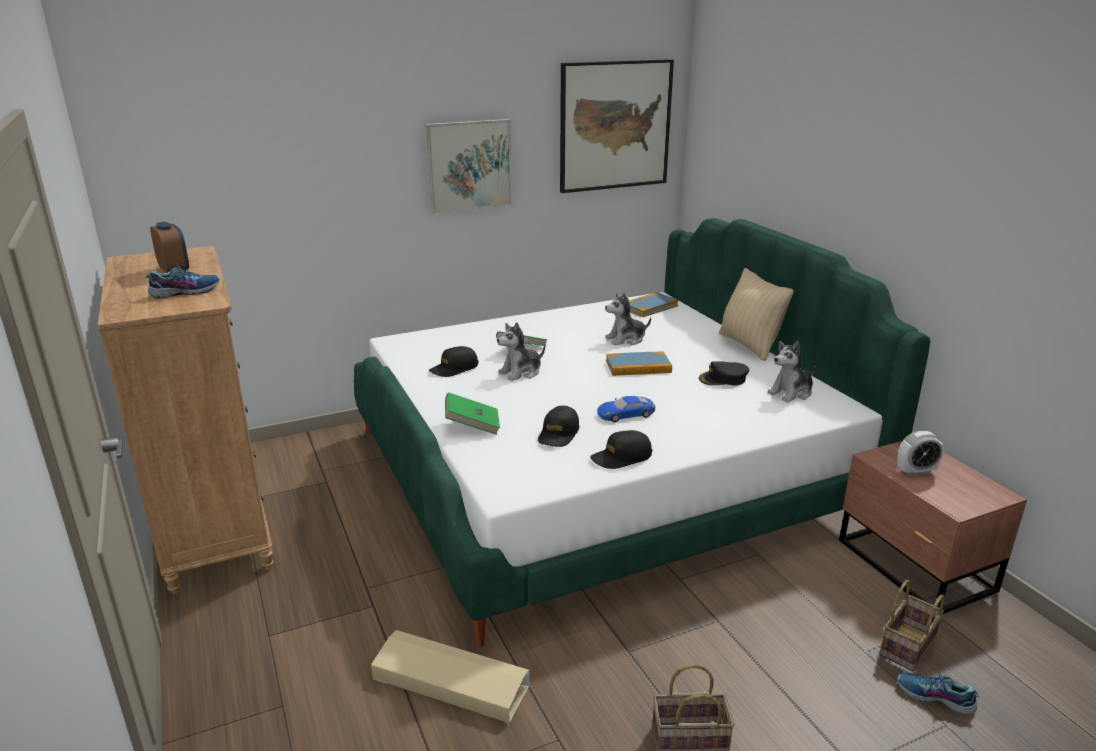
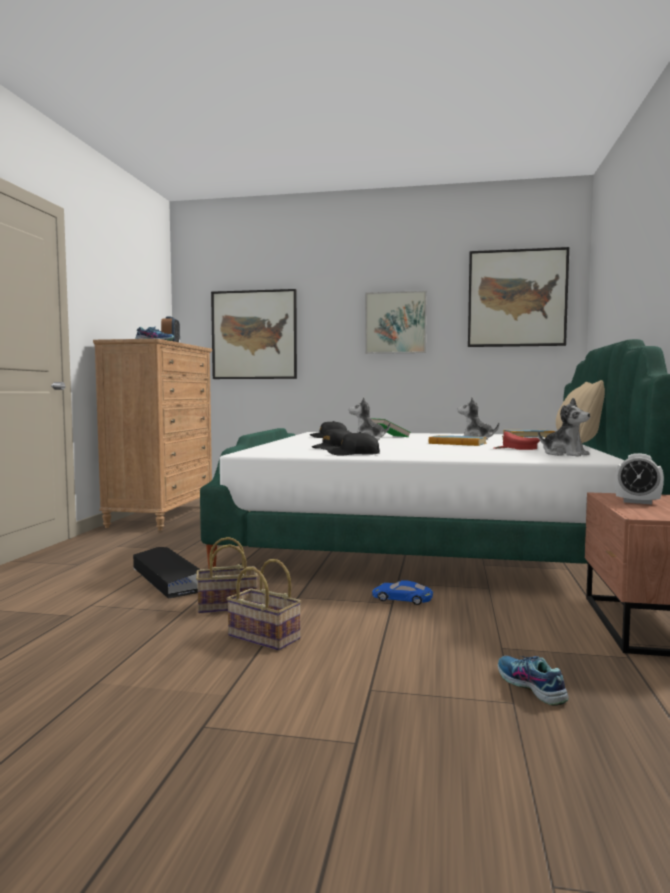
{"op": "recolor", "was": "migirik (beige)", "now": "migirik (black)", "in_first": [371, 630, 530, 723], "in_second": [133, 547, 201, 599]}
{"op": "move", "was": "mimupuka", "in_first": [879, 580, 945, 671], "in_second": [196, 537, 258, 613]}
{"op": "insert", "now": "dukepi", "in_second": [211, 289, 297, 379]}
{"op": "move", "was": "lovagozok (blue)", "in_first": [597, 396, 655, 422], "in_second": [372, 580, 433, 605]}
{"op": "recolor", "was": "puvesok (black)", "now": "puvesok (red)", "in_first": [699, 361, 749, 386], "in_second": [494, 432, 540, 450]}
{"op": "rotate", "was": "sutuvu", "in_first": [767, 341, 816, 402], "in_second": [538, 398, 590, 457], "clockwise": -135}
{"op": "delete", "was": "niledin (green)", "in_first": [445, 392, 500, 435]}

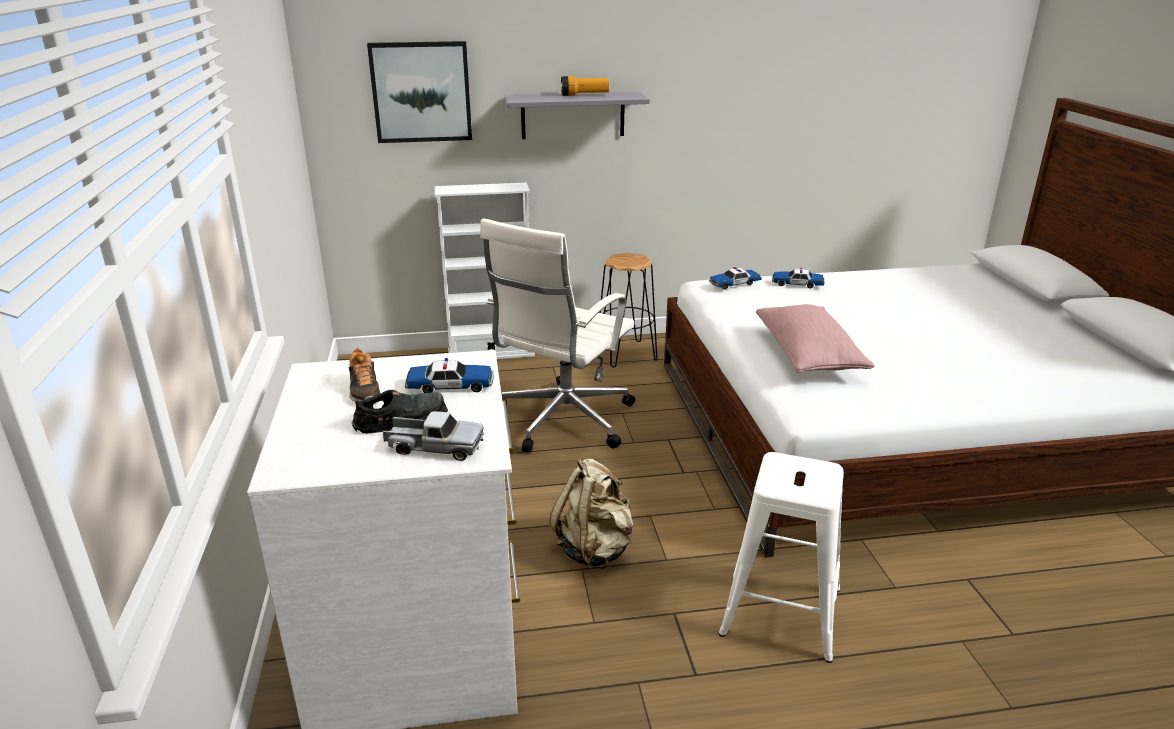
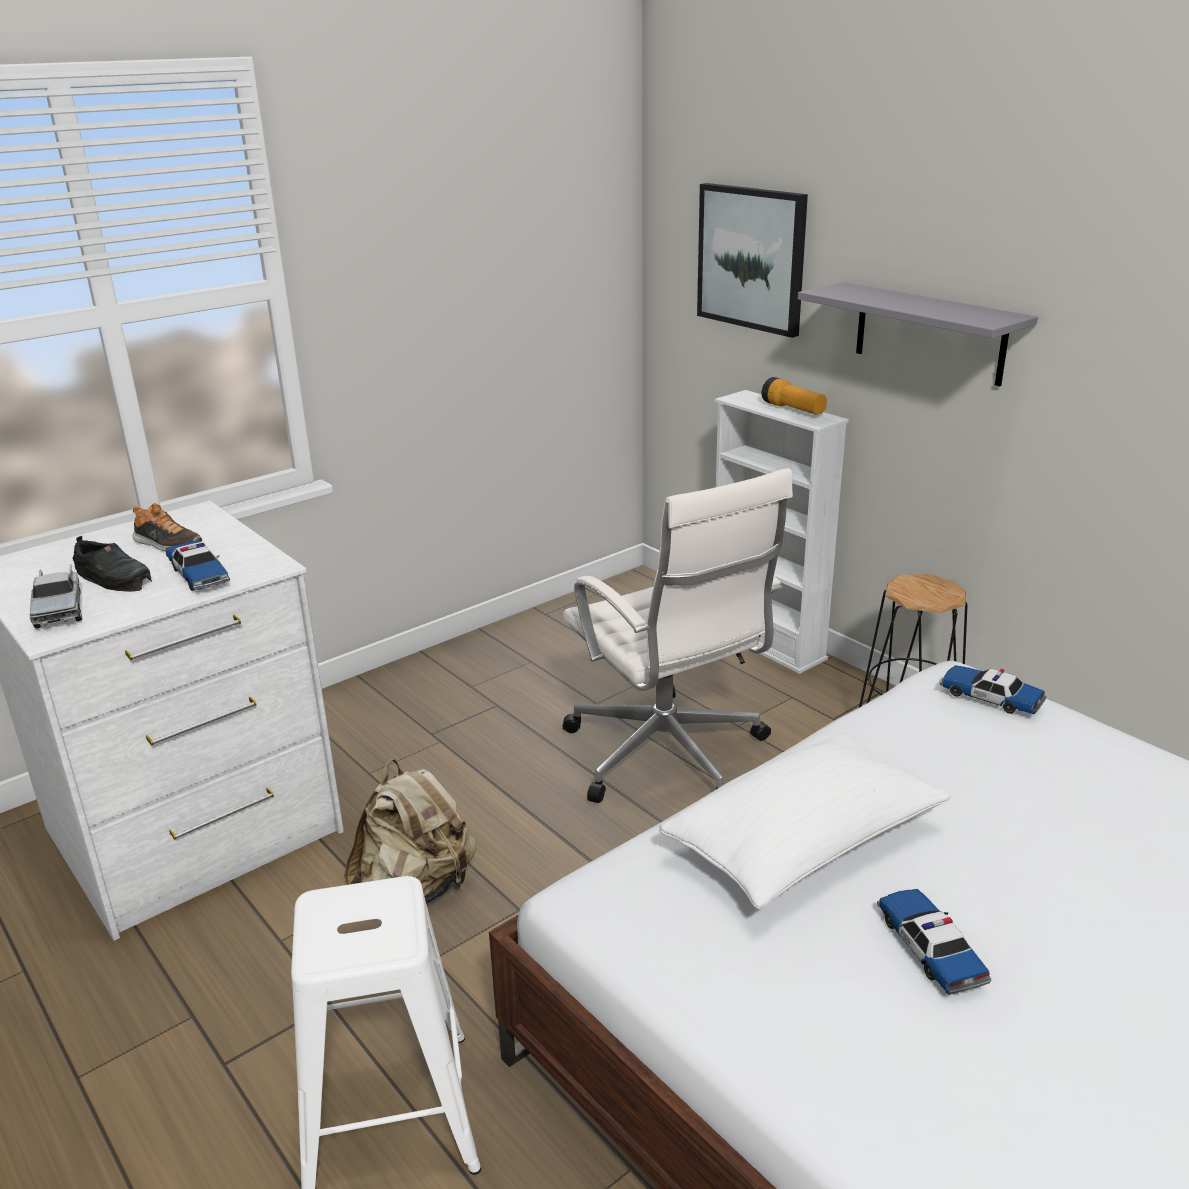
{"op": "rotate", "was": "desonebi", "in_first": [349, 348, 381, 402], "in_second": [132, 503, 202, 551], "clockwise": -105}
{"op": "rotate", "was": "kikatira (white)", "in_first": [480, 218, 635, 453], "in_second": [562, 468, 793, 803], "clockwise": -120}
{"op": "recolor", "was": "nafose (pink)", "now": "nafose (white)", "in_first": [756, 304, 875, 373], "in_second": [659, 733, 951, 909]}
{"op": "move", "was": "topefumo", "in_first": [561, 76, 609, 96], "in_second": [762, 377, 827, 414]}
{"op": "move", "was": "lovagozok", "in_first": [772, 268, 824, 288], "in_second": [877, 889, 991, 995]}

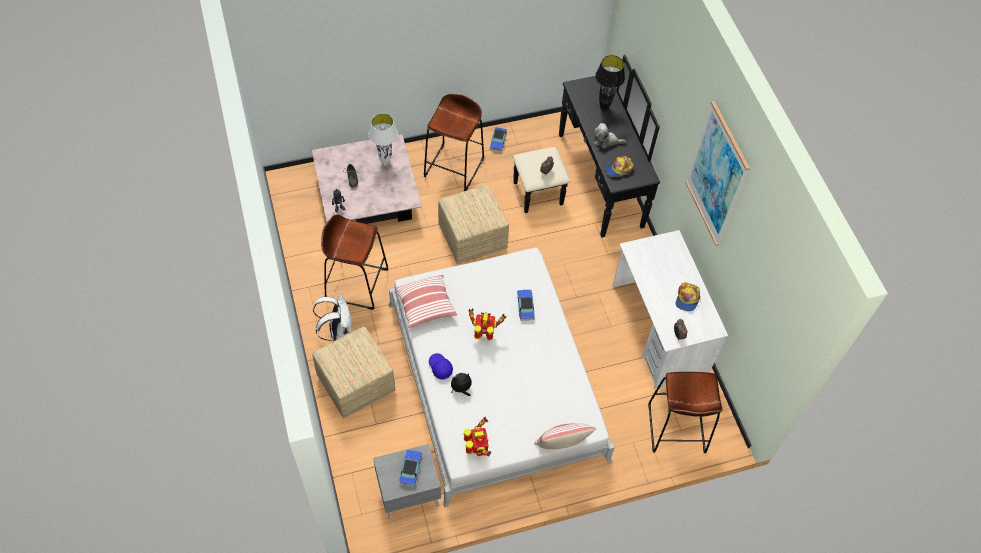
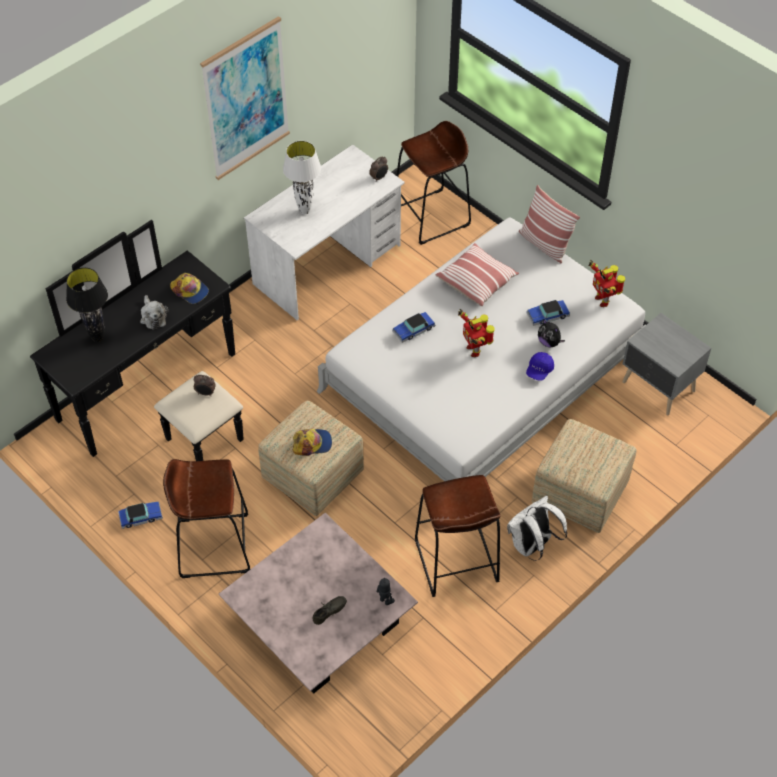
{"op": "move", "was": "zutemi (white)", "in_first": [369, 113, 398, 166], "in_second": [283, 141, 321, 214]}
{"op": "move", "was": "puvesok", "in_first": [675, 282, 700, 311], "in_second": [293, 429, 332, 456]}
{"op": "move", "was": "nafose", "in_first": [395, 275, 457, 328], "in_second": [436, 243, 519, 306]}
{"op": "move", "was": "lovagozok", "in_first": [399, 450, 422, 487], "in_second": [527, 300, 570, 326]}
{"op": "rotate", "was": "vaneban", "in_first": [464, 417, 492, 456], "in_second": [589, 259, 625, 307], "clockwise": -75}

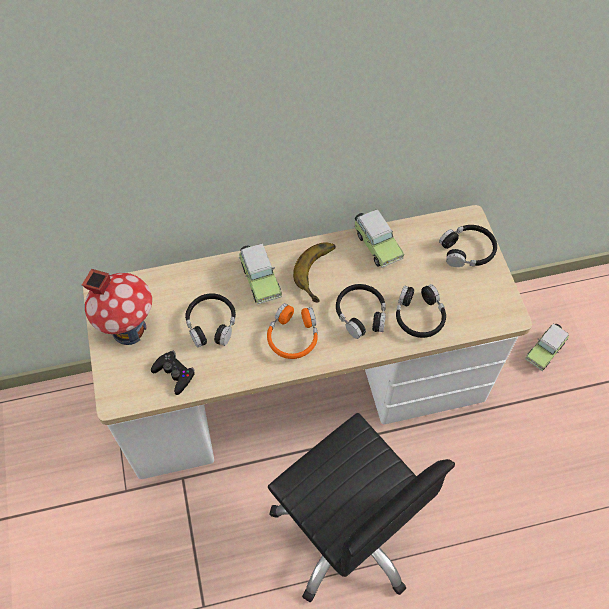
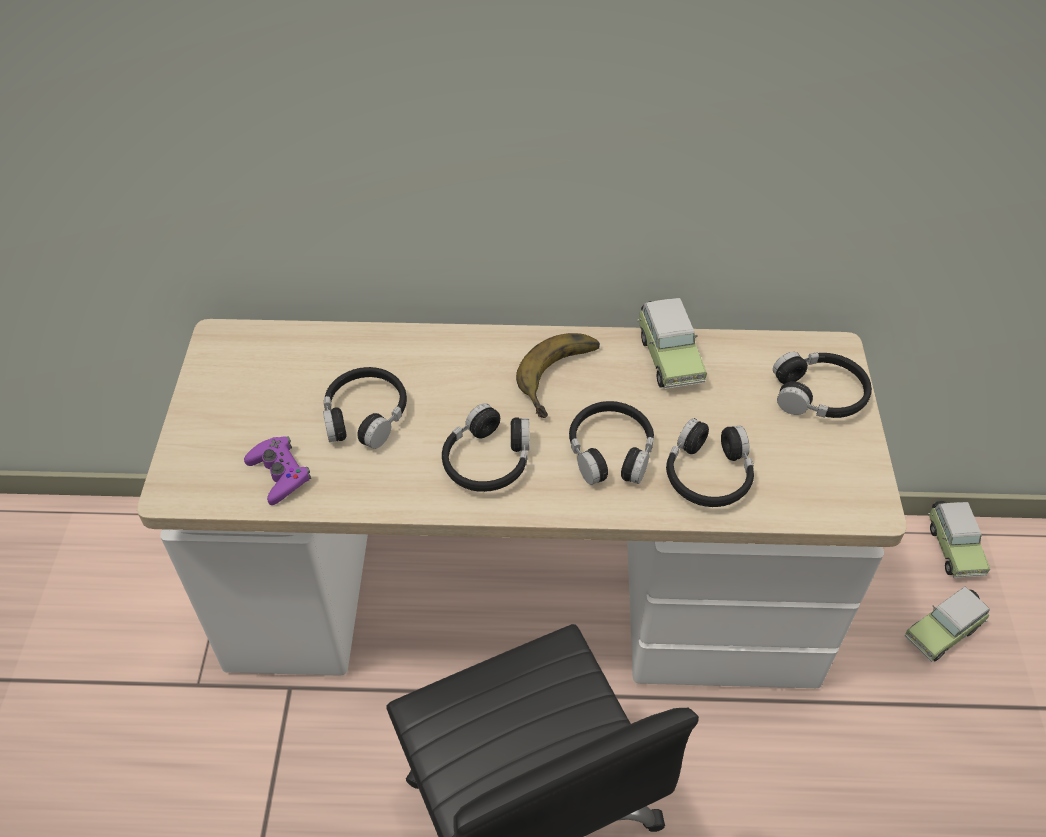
{"op": "recolor", "was": "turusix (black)", "now": "turusix (purple)", "in_first": [151, 351, 195, 395], "in_second": [244, 436, 311, 505]}
{"op": "recolor", "was": "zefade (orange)", "now": "zefade (black)", "in_first": [267, 303, 318, 359], "in_second": [442, 403, 529, 492]}
{"op": "move", "was": "lovagozok", "in_first": [239, 243, 282, 305], "in_second": [928, 501, 990, 578]}
{"op": "delete", "was": "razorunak", "in_first": [82, 269, 152, 345]}

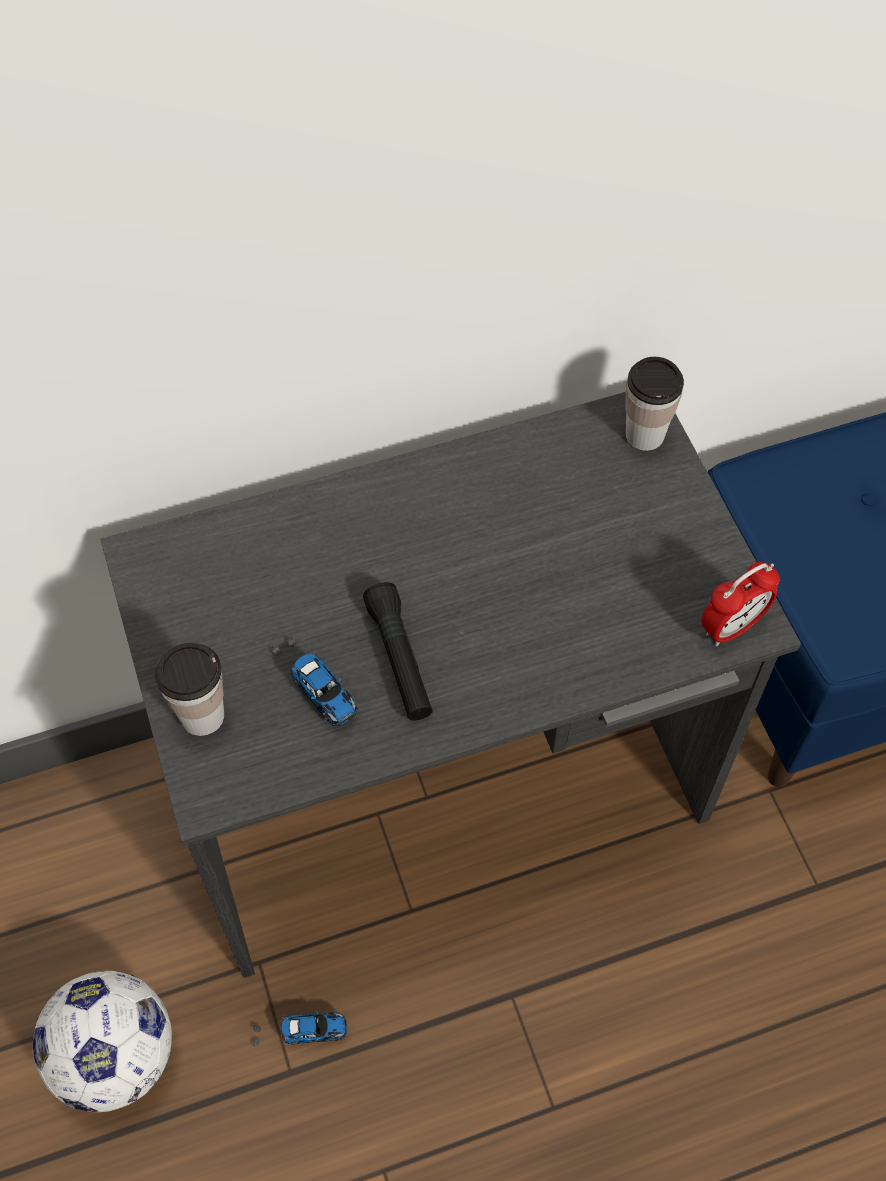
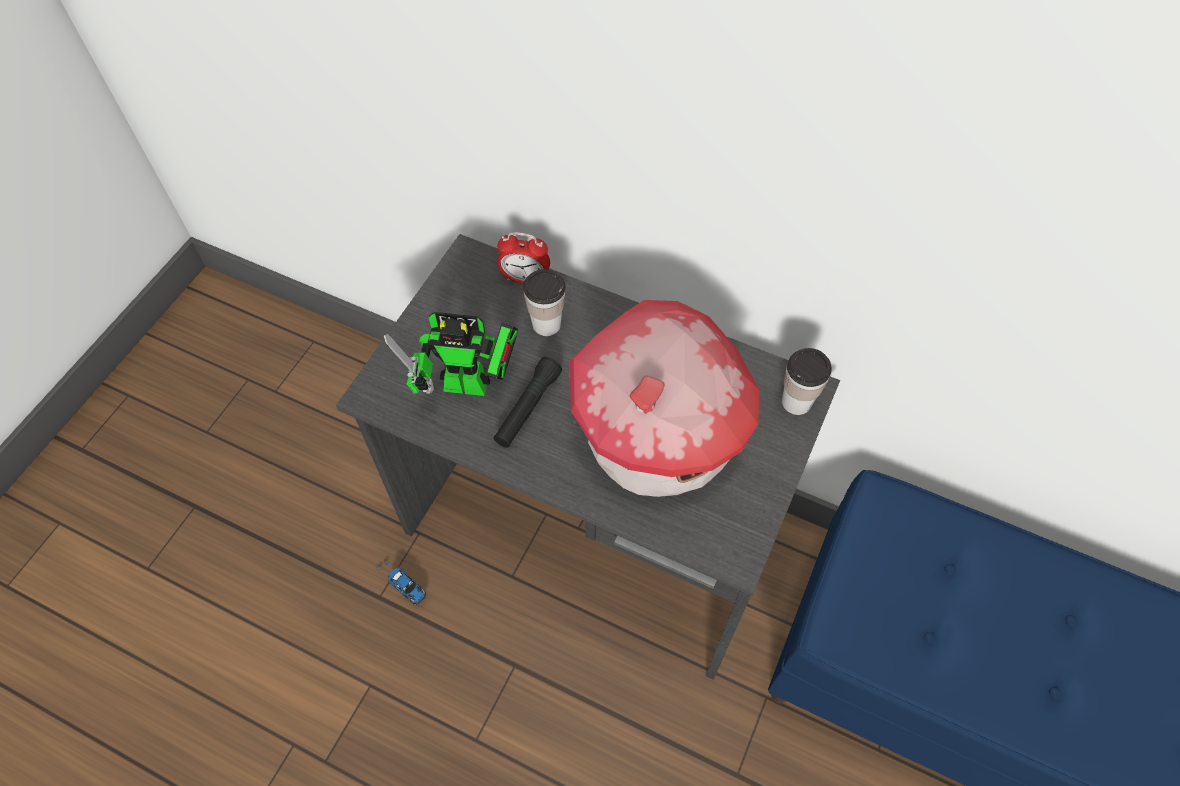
{"op": "replace", "was": "lovagozok", "now": "vaneban", "in_first": [272, 637, 358, 726], "in_second": [384, 312, 519, 396]}
{"op": "move", "was": "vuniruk", "in_first": [701, 562, 780, 646], "in_second": [497, 232, 550, 284]}
{"op": "move", "was": "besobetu", "in_first": [155, 643, 224, 736], "in_second": [523, 269, 566, 336]}
{"op": "insert", "now": "razorunak", "in_second": [569, 300, 760, 497]}
{"op": "delete", "was": "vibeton", "in_first": [33, 971, 172, 1112]}

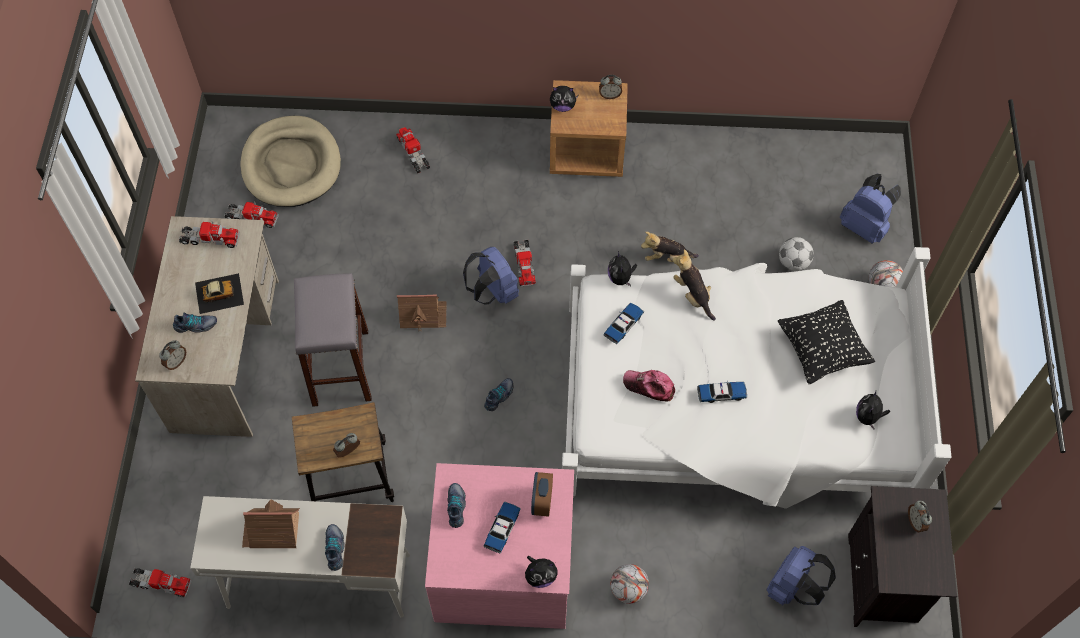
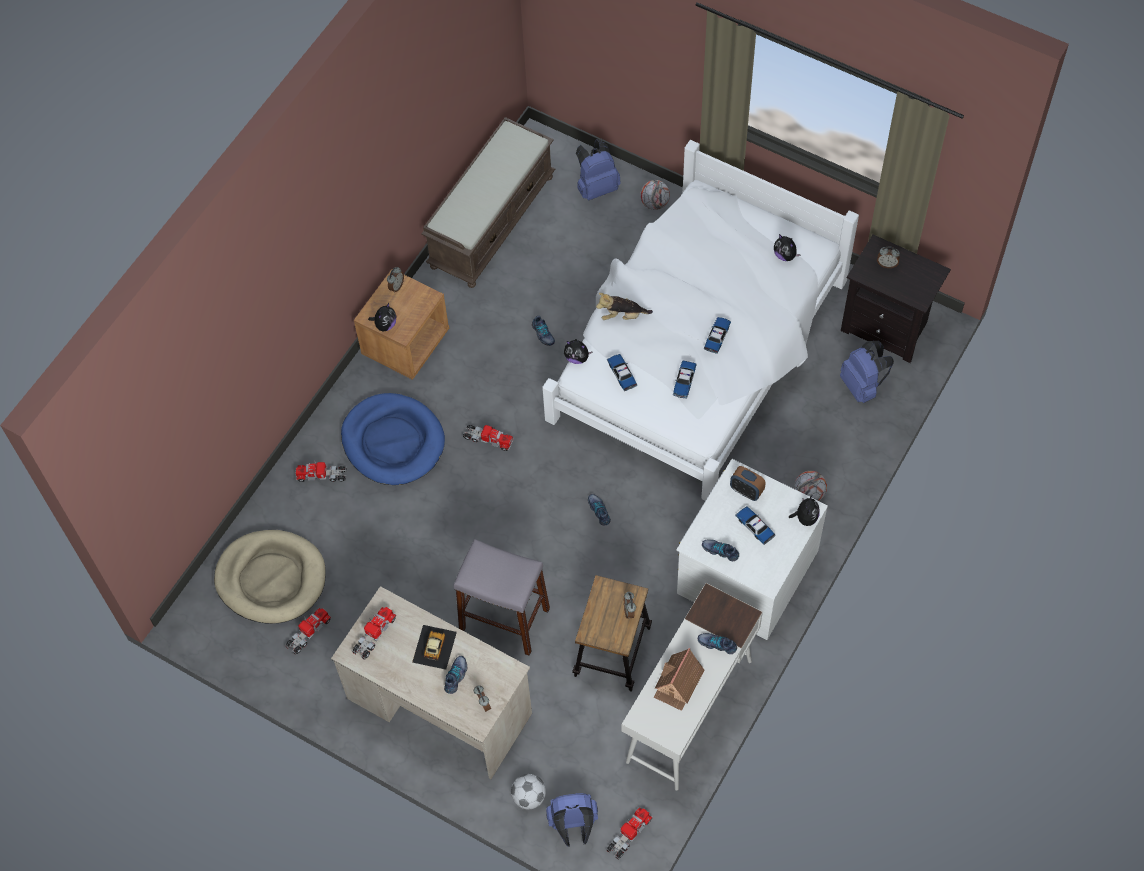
{"op": "insert", "now": "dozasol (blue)", "in_second": [341, 393, 445, 485]}
{"op": "insert", "now": "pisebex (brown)", "in_second": [421, 117, 555, 288]}
{"op": "move", "was": "vibeton", "in_first": [779, 237, 814, 271], "in_second": [511, 774, 546, 810]}
{"op": "replace", "was": "sutuvu", "now": "desonebi", "in_first": [641, 232, 699, 262], "in_second": [532, 316, 555, 346]}
{"op": "move", "was": "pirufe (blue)", "in_first": [463, 247, 519, 305], "in_second": [546, 793, 598, 847]}
{"op": "replace", "was": "puvesok", "now": "lovagozok", "in_first": [623, 370, 675, 401], "in_second": [673, 361, 697, 399]}
{"op": "recolor", "was": "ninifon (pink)", "now": "ninifon (white)", "in_first": [425, 463, 574, 629], "in_second": [676, 459, 828, 640]}
{"op": "delete", "was": "razorunak", "in_first": [397, 294, 447, 330]}
{"op": "delete", "was": "nafose (black)", "in_first": [778, 300, 875, 384]}

